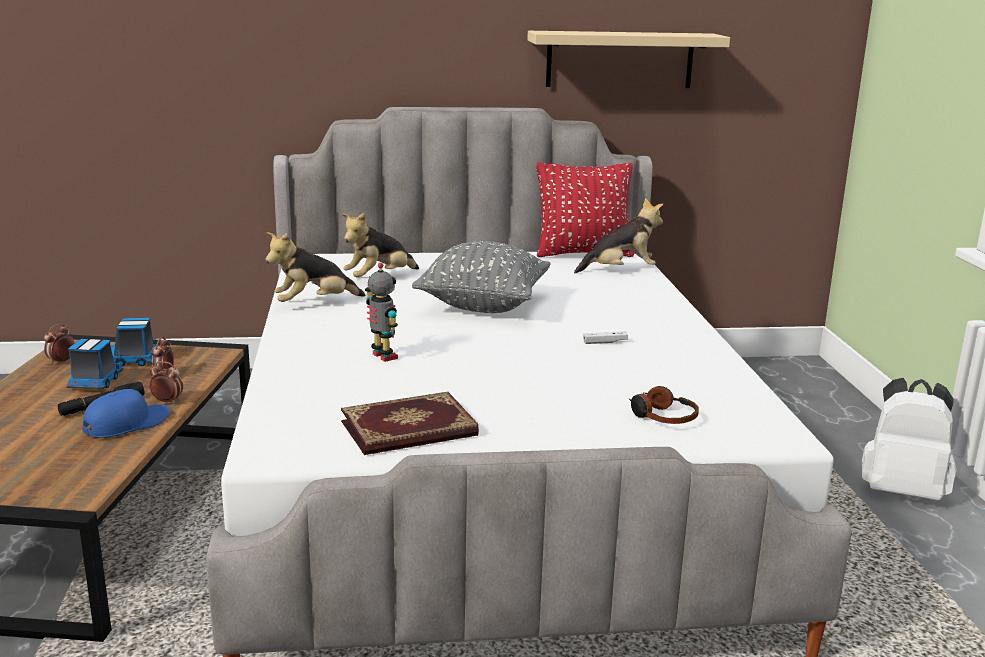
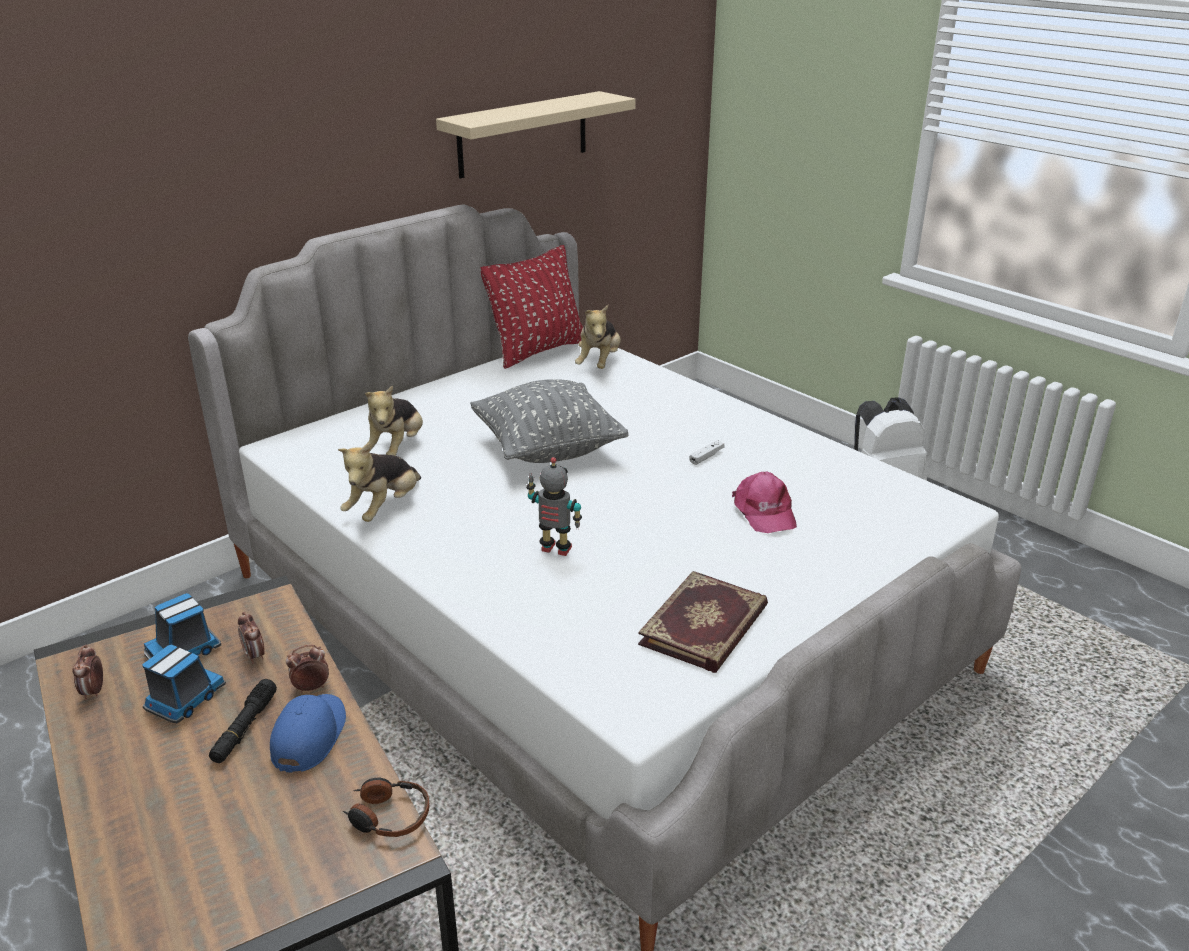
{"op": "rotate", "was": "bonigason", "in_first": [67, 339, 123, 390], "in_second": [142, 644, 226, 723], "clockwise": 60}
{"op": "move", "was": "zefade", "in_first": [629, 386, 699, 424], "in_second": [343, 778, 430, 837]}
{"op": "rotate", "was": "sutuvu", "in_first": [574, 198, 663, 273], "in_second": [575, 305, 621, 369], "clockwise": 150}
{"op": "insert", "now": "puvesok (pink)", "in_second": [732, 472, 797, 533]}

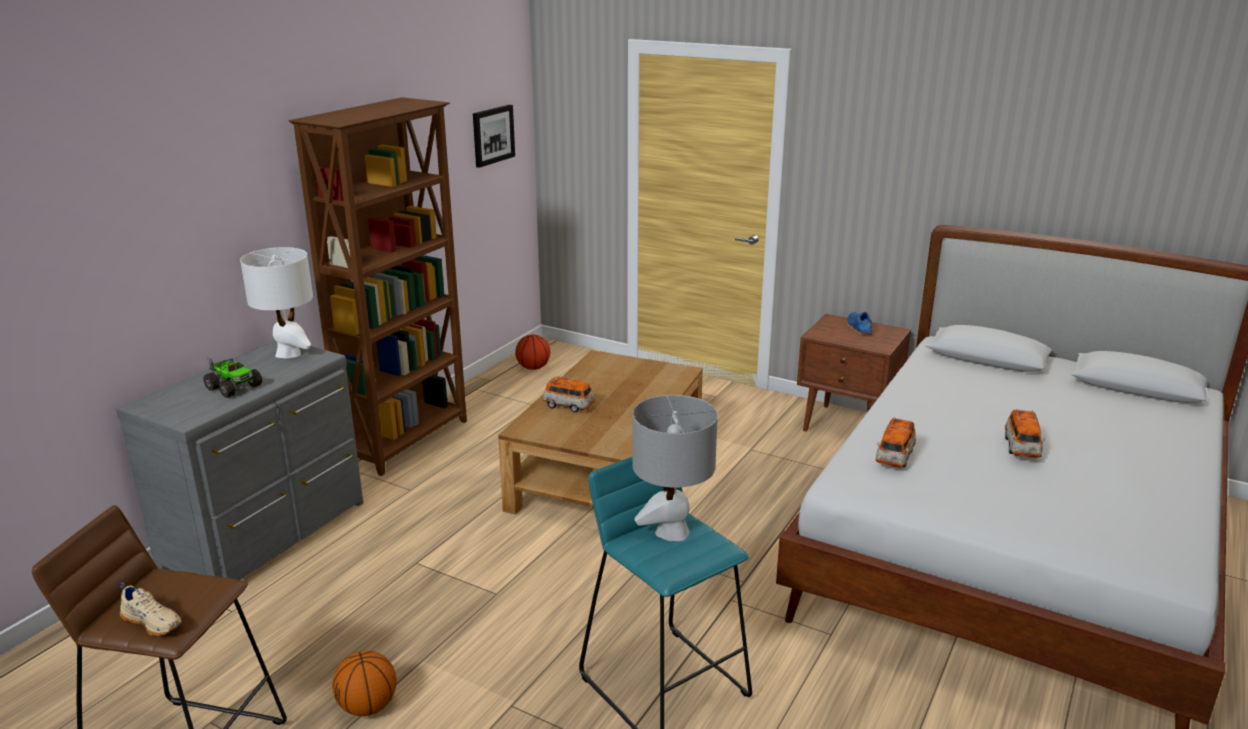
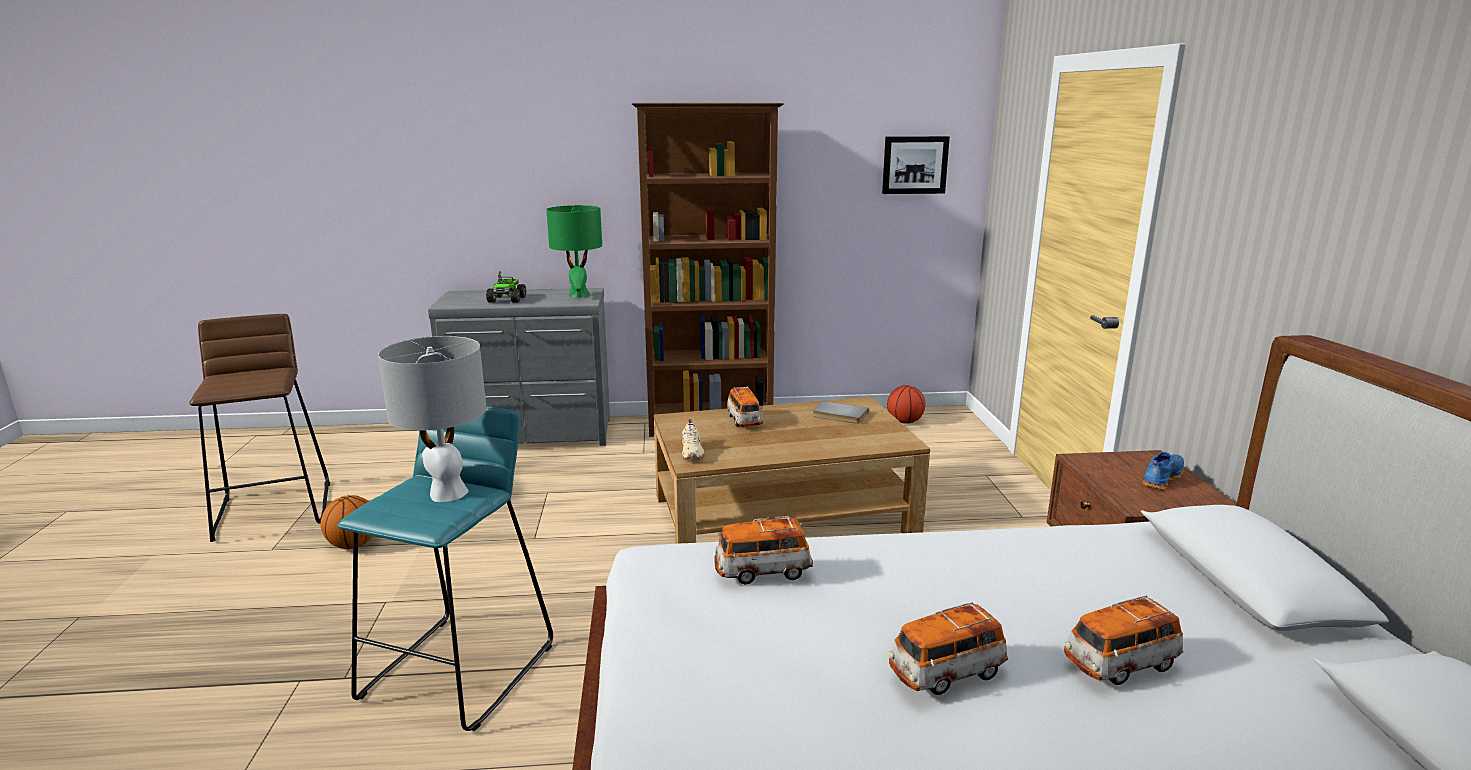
{"op": "recolor", "was": "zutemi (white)", "now": "zutemi (green)", "in_first": [240, 247, 313, 358], "in_second": [546, 205, 602, 298]}
{"op": "move", "was": "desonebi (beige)", "in_first": [119, 582, 182, 636], "in_second": [682, 419, 704, 459]}
{"op": "insert", "now": "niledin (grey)", "in_second": [813, 401, 869, 424]}
{"op": "insert", "now": "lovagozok", "in_second": [1064, 595, 1183, 685]}

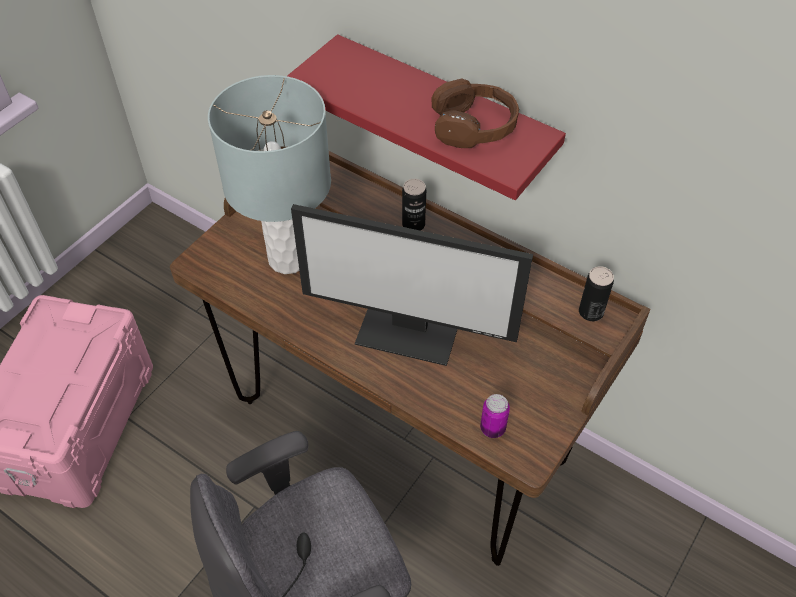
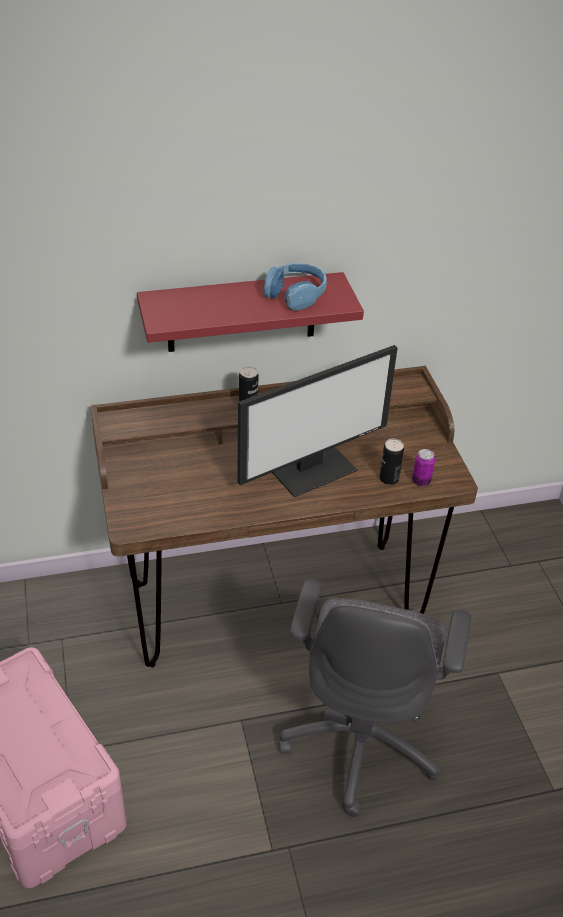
{"op": "recolor", "was": "zefade (brown)", "now": "zefade (blue)", "in_first": [431, 78, 519, 148], "in_second": [264, 263, 327, 311]}
{"op": "move", "was": "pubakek", "in_first": [579, 266, 614, 321], "in_second": [380, 439, 404, 485]}
{"op": "delete", "was": "zutemi (grey)", "in_first": [208, 75, 331, 274]}

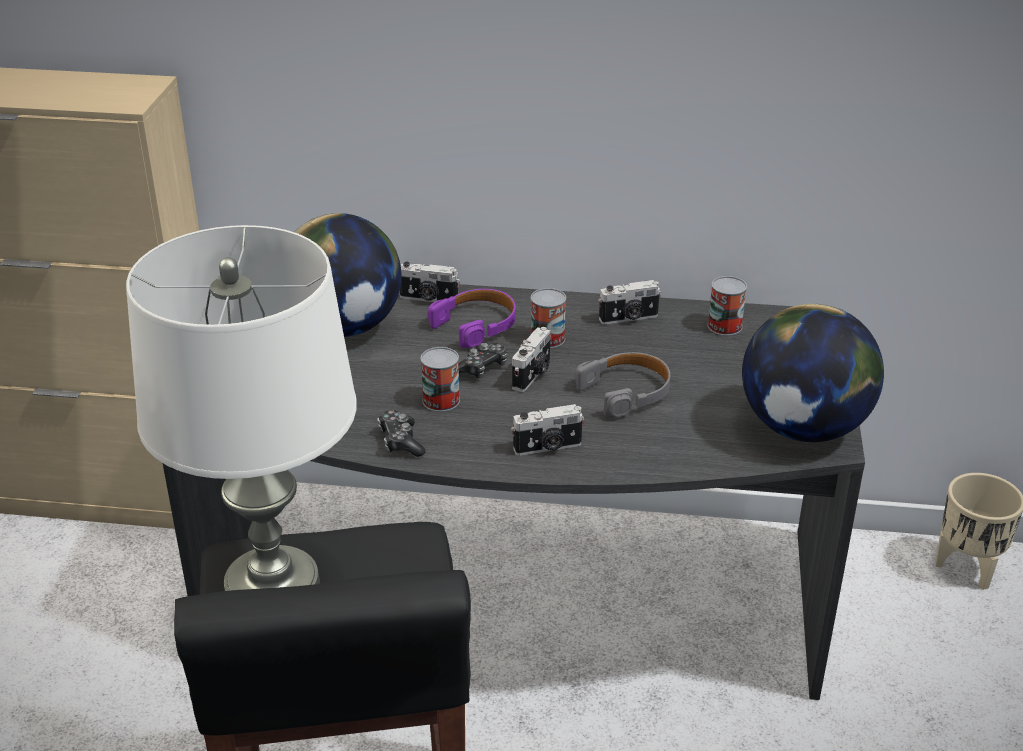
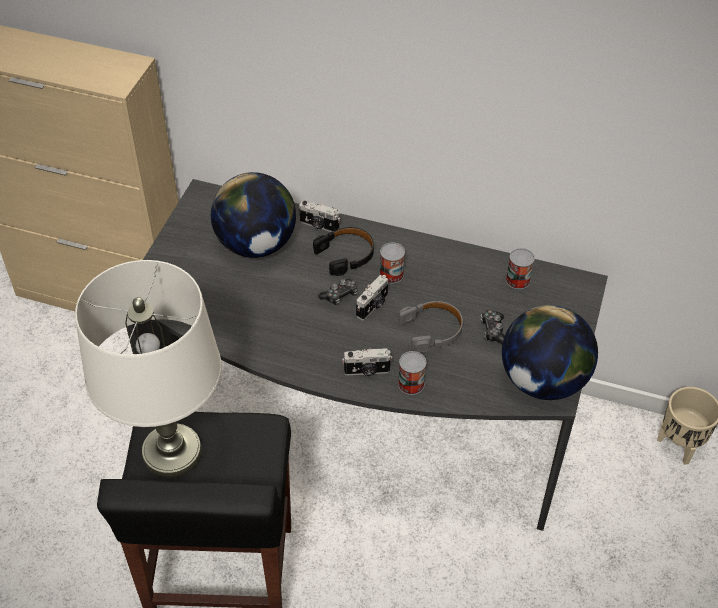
{"op": "recolor", "was": "zefade (purple)", "now": "zefade (black)", "in_first": [427, 289, 516, 348], "in_second": [313, 227, 374, 276]}
{"op": "move", "was": "pubakek", "in_first": [421, 347, 460, 412], "in_second": [398, 351, 426, 395]}
{"op": "move", "was": "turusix", "in_first": [377, 410, 425, 457], "in_second": [481, 310, 505, 344]}
{"op": "delete", "was": "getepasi", "in_first": [598, 280, 661, 325]}

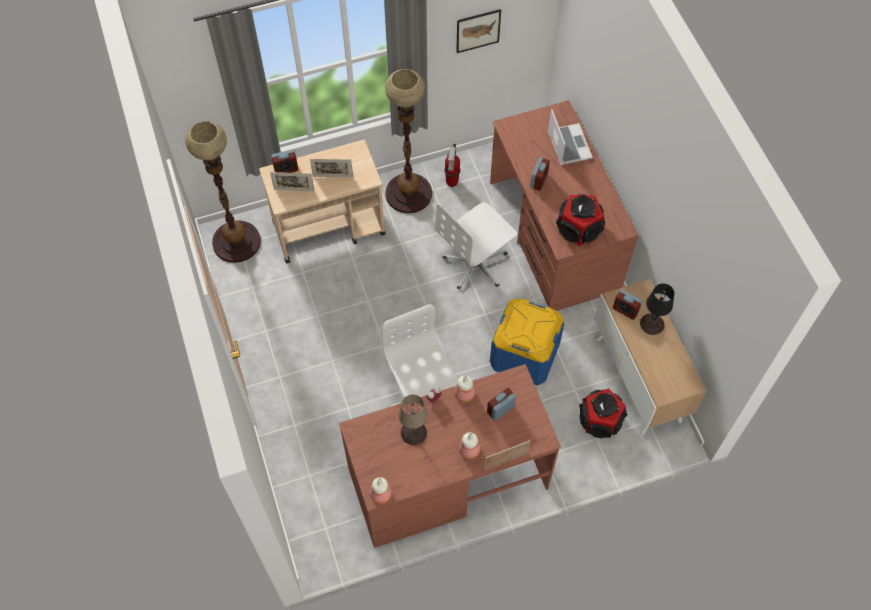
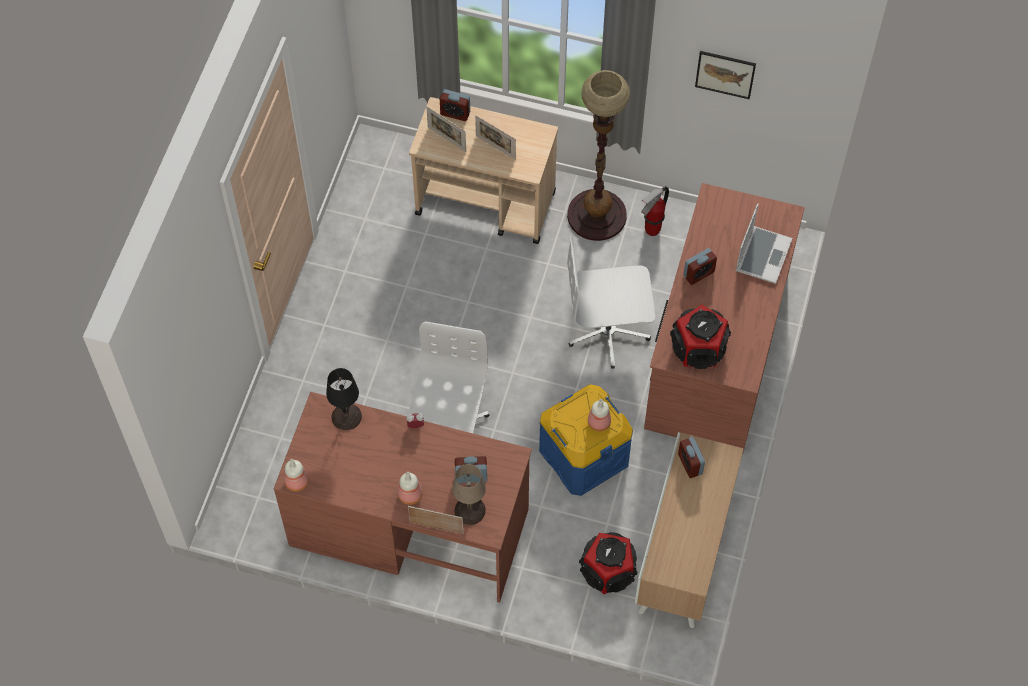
{"op": "move", "was": "zutemi (black)", "in_first": [640, 283, 674, 335], "in_second": [326, 368, 362, 430]}
{"op": "move", "was": "zutemi (beige)", "in_first": [399, 394, 427, 445], "in_second": [452, 464, 486, 525]}
{"op": "move", "was": "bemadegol", "in_first": [454, 375, 475, 402], "in_second": [588, 399, 611, 432]}
{"op": "delete", "was": "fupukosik", "in_first": [185, 121, 261, 263]}

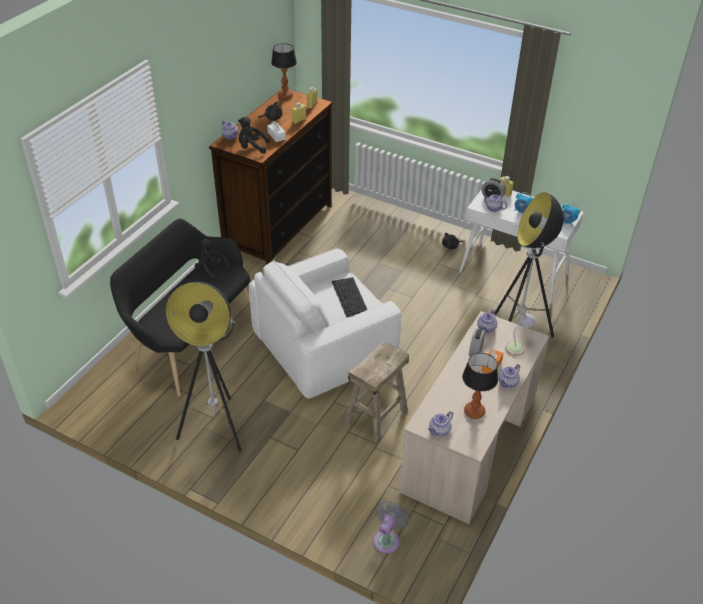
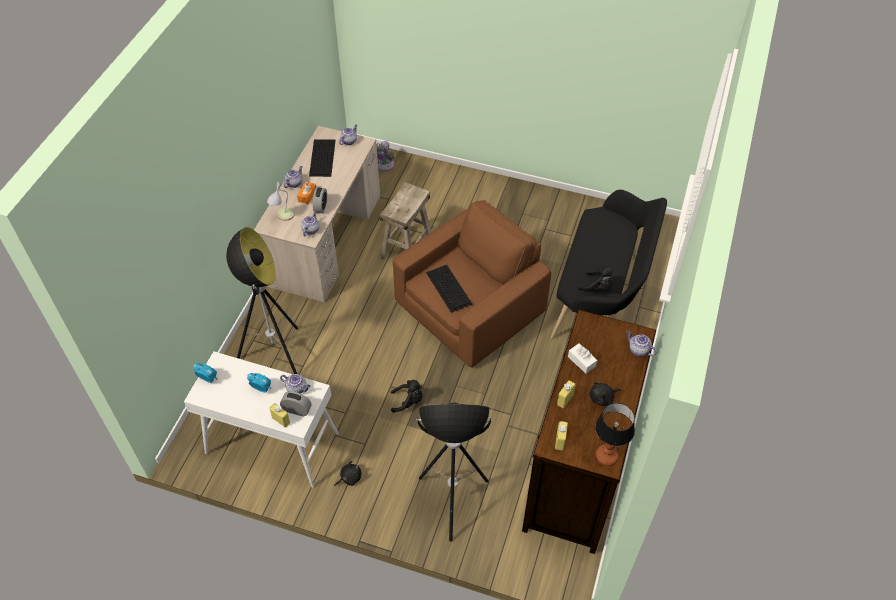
{"op": "replace", "was": "zutemi", "now": "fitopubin", "in_first": [462, 353, 498, 419], "in_second": [309, 139, 336, 177]}
{"op": "move", "was": "sutuvu (black)", "in_first": [238, 117, 270, 153], "in_second": [391, 380, 423, 413]}
{"op": "recolor", "was": "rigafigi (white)", "now": "rigafigi (brown)", "in_first": [249, 248, 402, 400], "in_second": [393, 200, 551, 367]}
{"op": "move", "was": "fupukosik", "in_first": [166, 282, 242, 452], "in_second": [416, 403, 491, 542]}

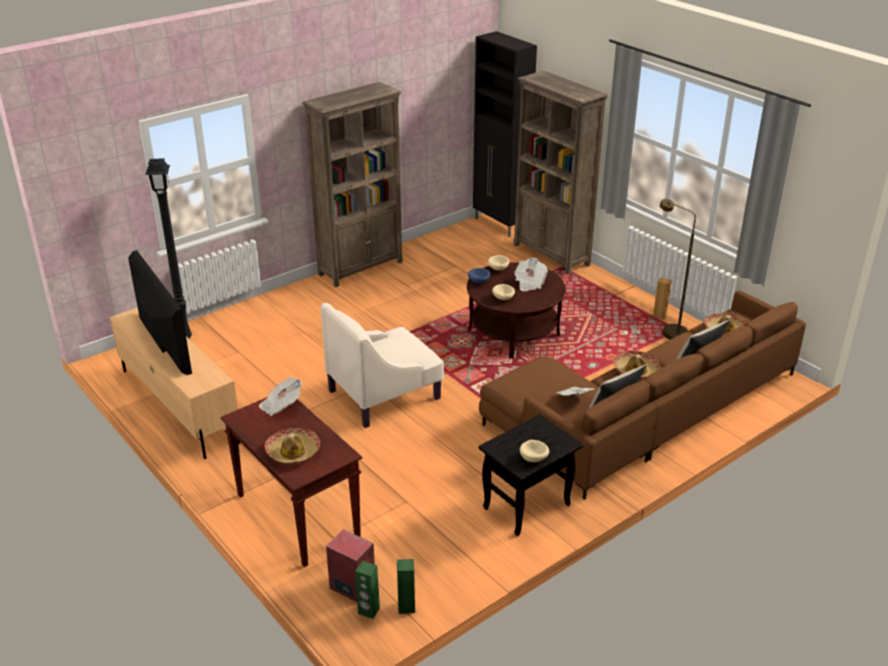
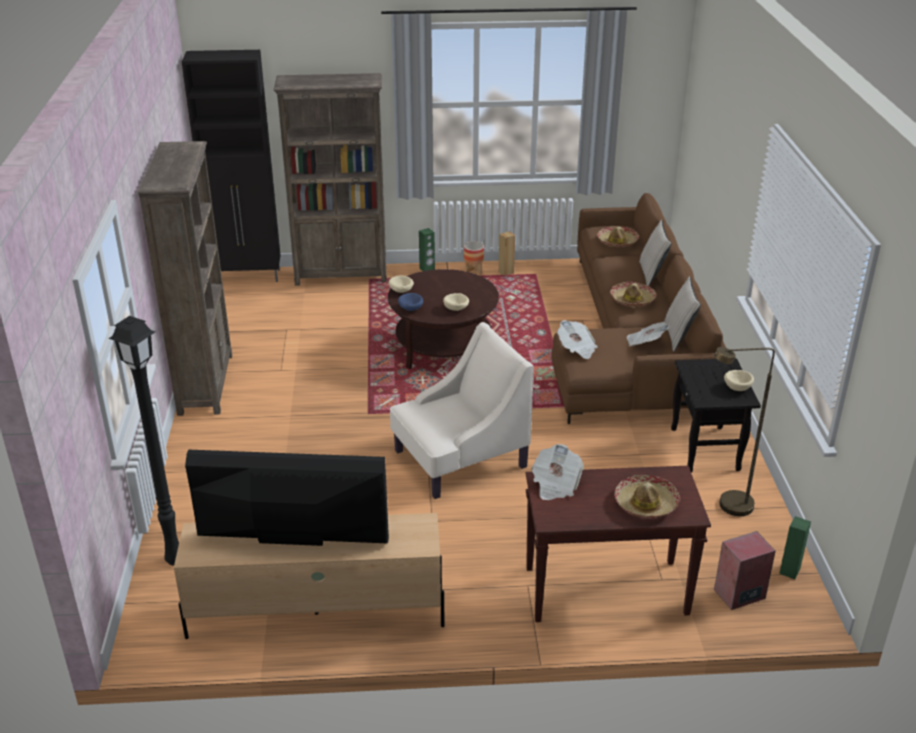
{"op": "rotate", "was": "rigafigi (beige)", "in_first": [321, 303, 444, 428], "in_second": [390, 322, 534, 499], "clockwise": -120}
{"op": "move", "was": "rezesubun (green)", "in_first": [355, 561, 380, 619], "in_second": [419, 228, 435, 271]}
{"op": "insert", "now": "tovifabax", "in_second": [464, 241, 484, 275]}
{"op": "move", "was": "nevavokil", "in_first": [514, 258, 548, 291], "in_second": [557, 320, 598, 359]}
{"op": "move", "was": "fupukosik (brown)", "in_first": [660, 199, 696, 339], "in_second": [714, 347, 775, 516]}

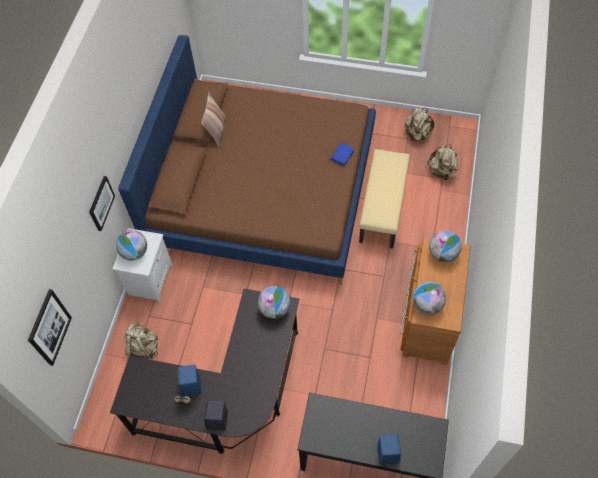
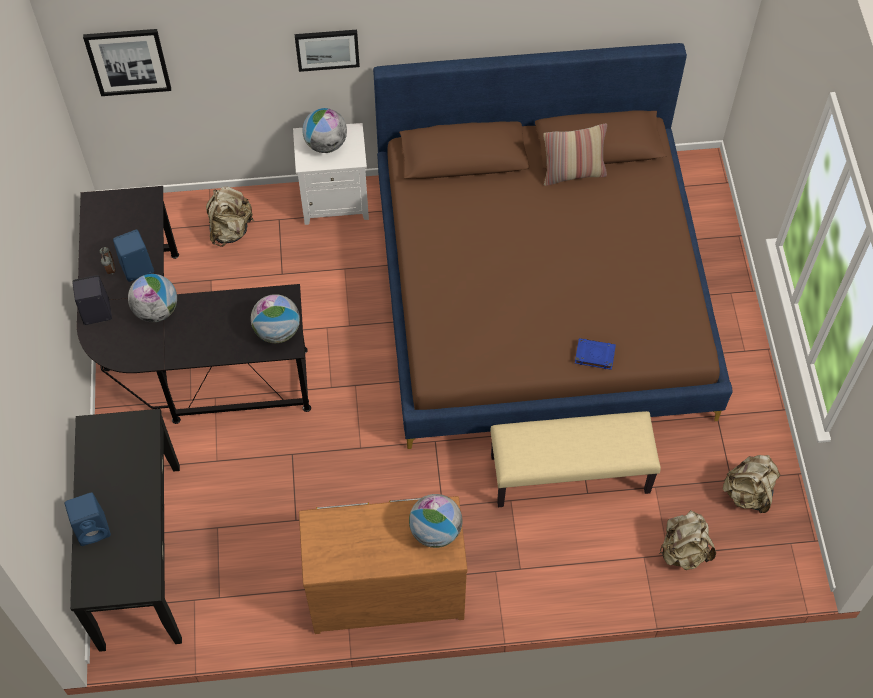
{"op": "move", "was": "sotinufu", "in_first": [412, 282, 446, 315], "in_second": [128, 274, 177, 322]}

